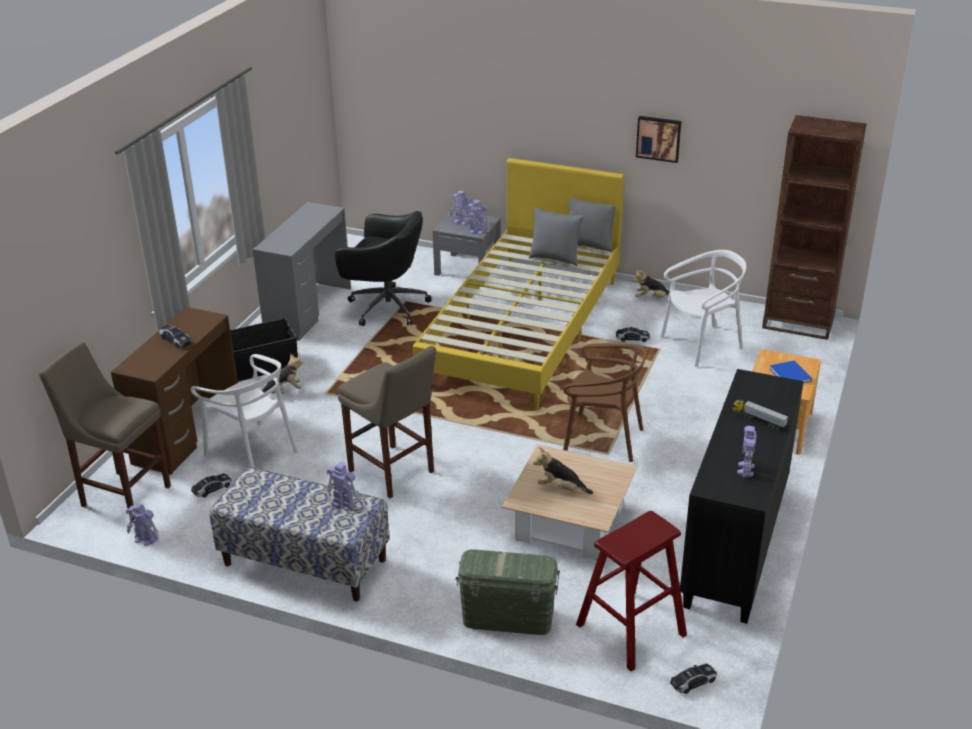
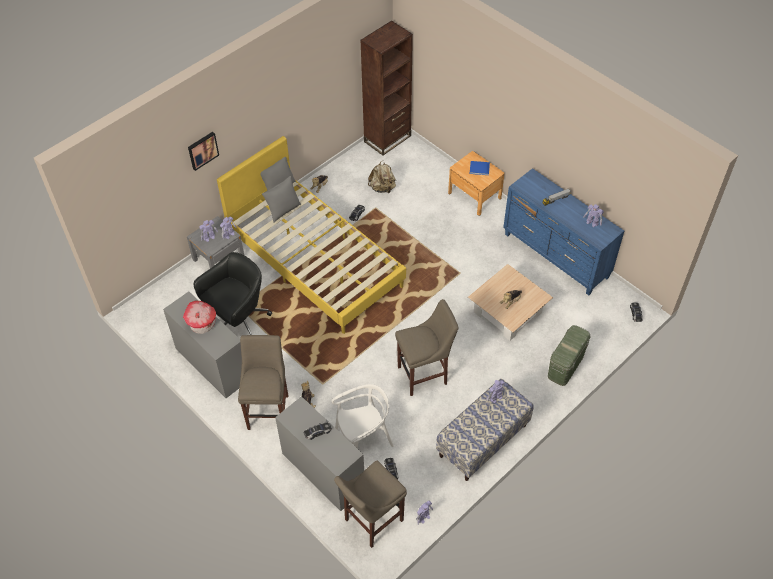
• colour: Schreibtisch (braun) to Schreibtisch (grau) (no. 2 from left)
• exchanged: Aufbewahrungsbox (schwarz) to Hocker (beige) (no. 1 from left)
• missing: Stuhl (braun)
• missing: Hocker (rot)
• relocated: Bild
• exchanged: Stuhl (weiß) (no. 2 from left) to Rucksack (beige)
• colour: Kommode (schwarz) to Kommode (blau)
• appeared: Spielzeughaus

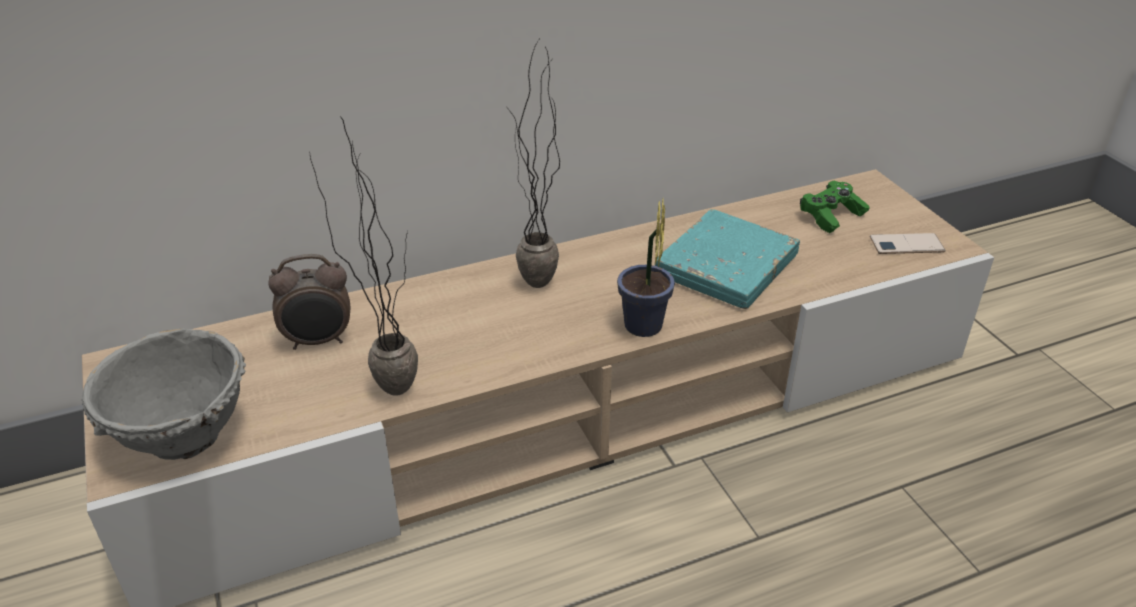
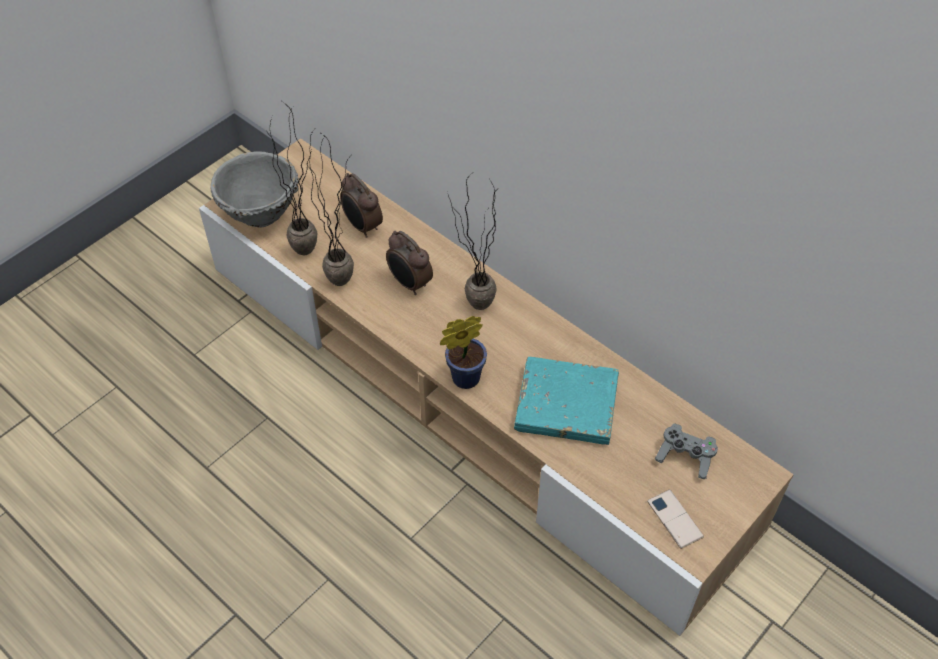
• colour: Gamepad (grün) to Gamepad (grau)
• appeared: Topfpflanze (no. 1 from left)
• appeared: Wecker (no. 2 from left)

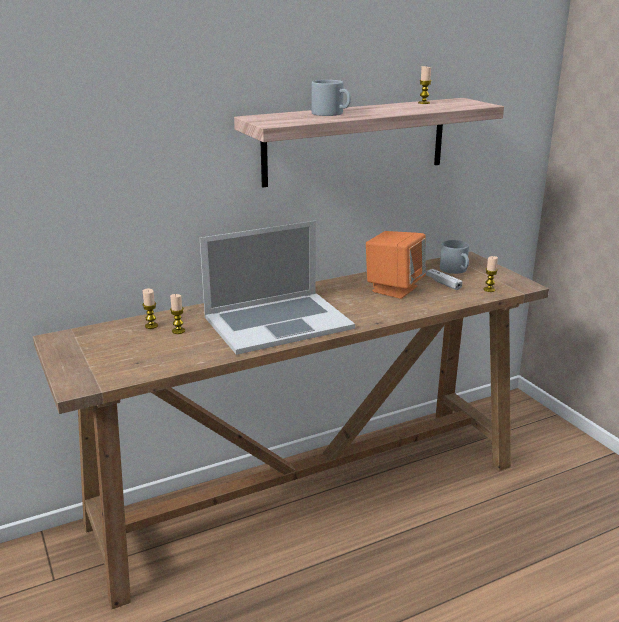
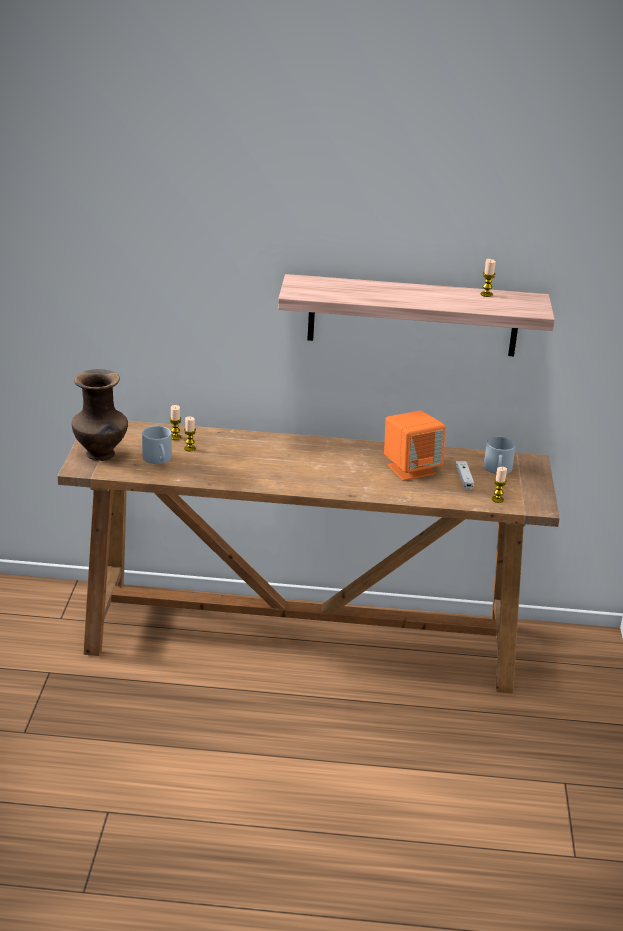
• missing: Laptop
• relocated: Henkelbecher (grau) (no. 1 from left)
• appeared: Vase (braun)

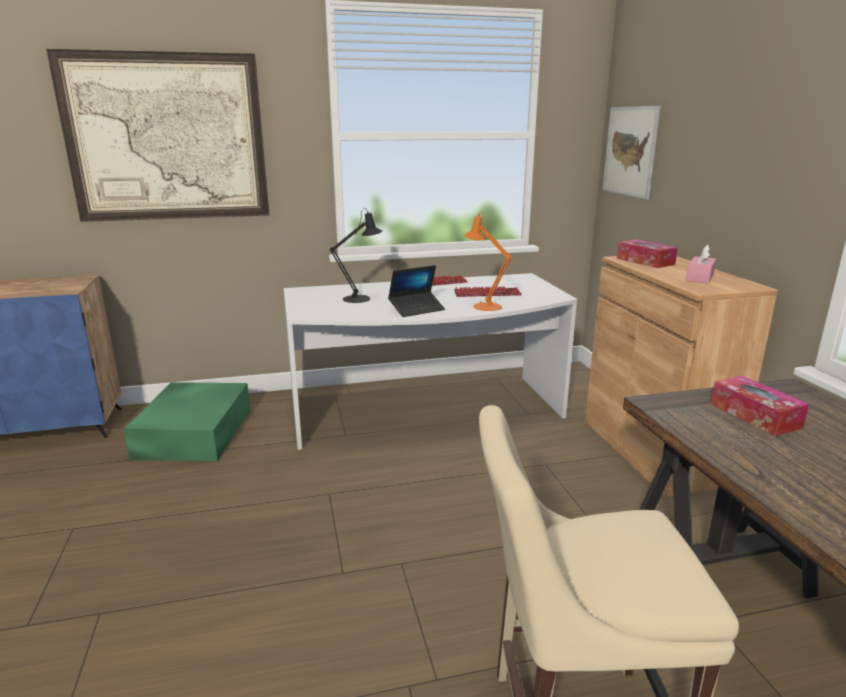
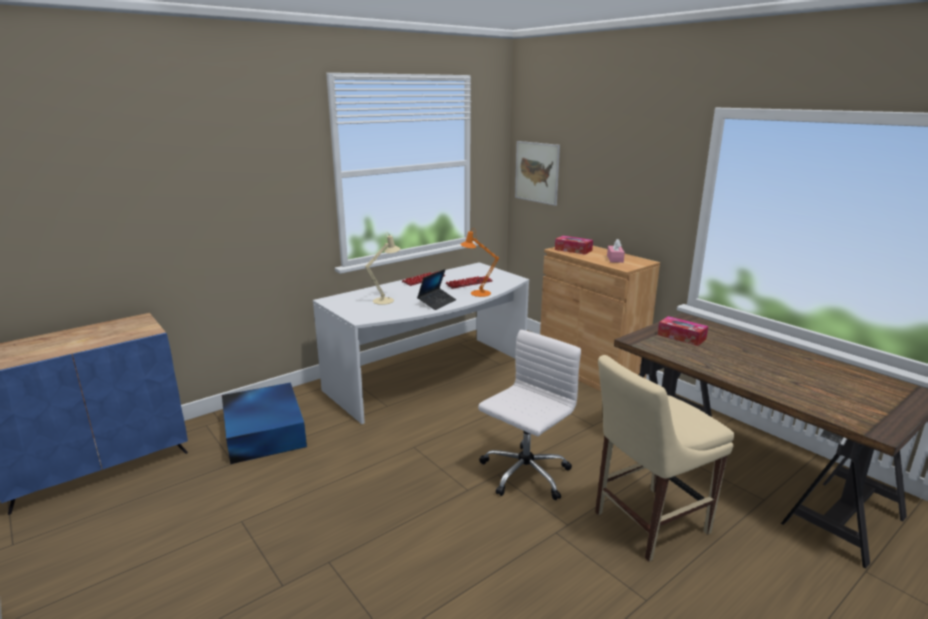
• missing: Bild (no. 1 from left)
• colour: Aufbewahrungsbox (grün) to Aufbewahrungsbox (blau)
• colour: Tischlampe (schwarz) to Tischlampe (beige)
• appeared: Bürostuhl (weiß)

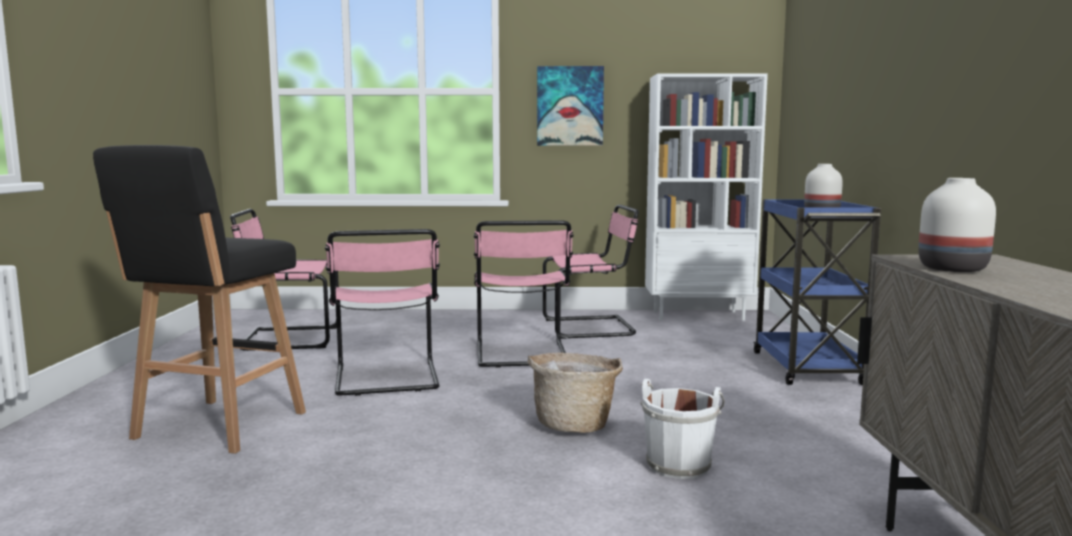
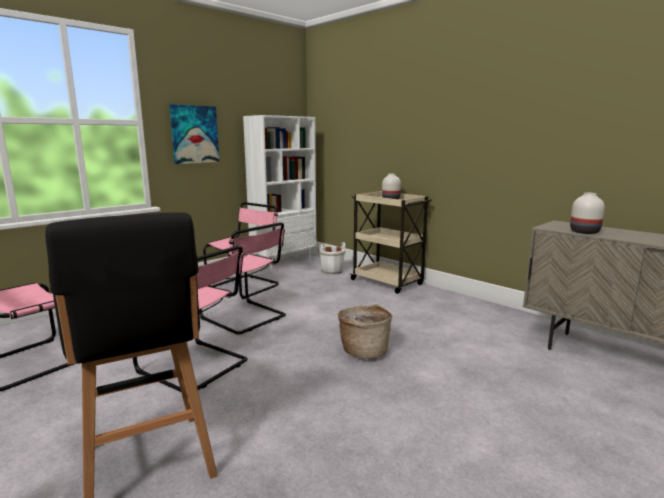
• relocated: Eimer (weiß)
• colour: Rollwagen (blau) to Rollwagen (beige)

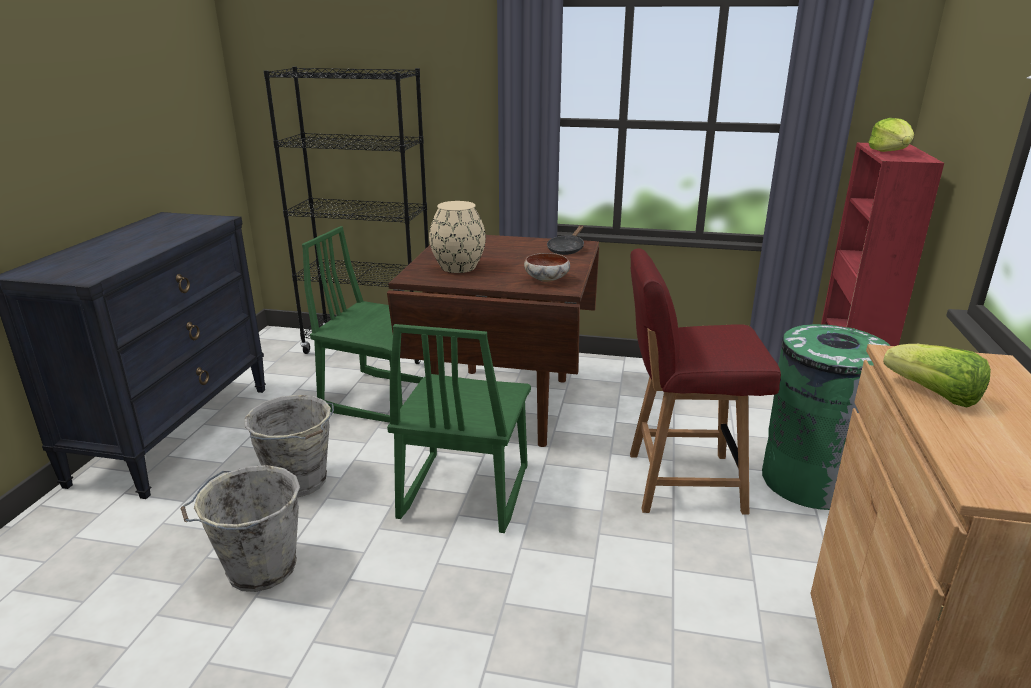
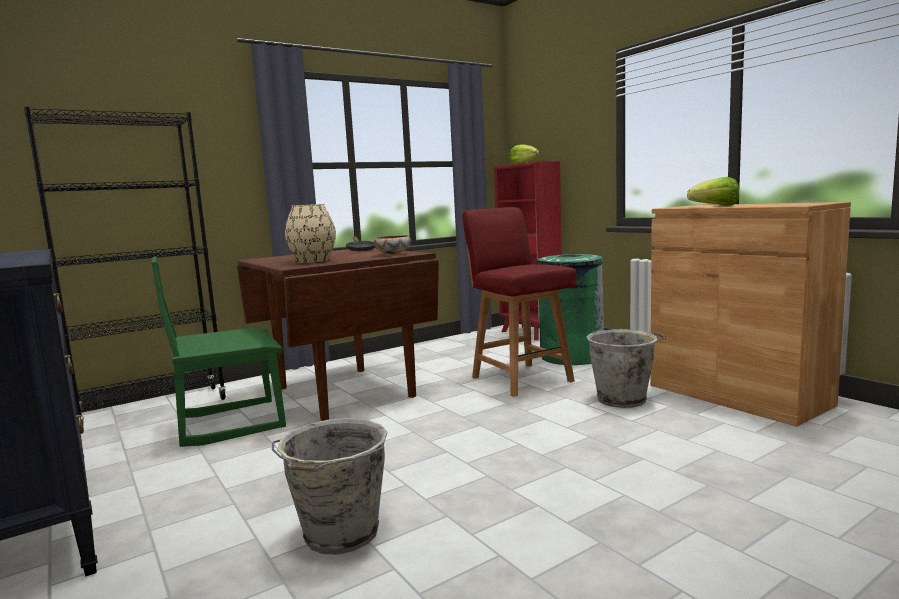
• relocated: Eimer (grau) (no. 2 from left)
• missing: Stuhl (grün) (no. 2 from left)
• spun: Stuhl (rot) 105 degrees clockwise

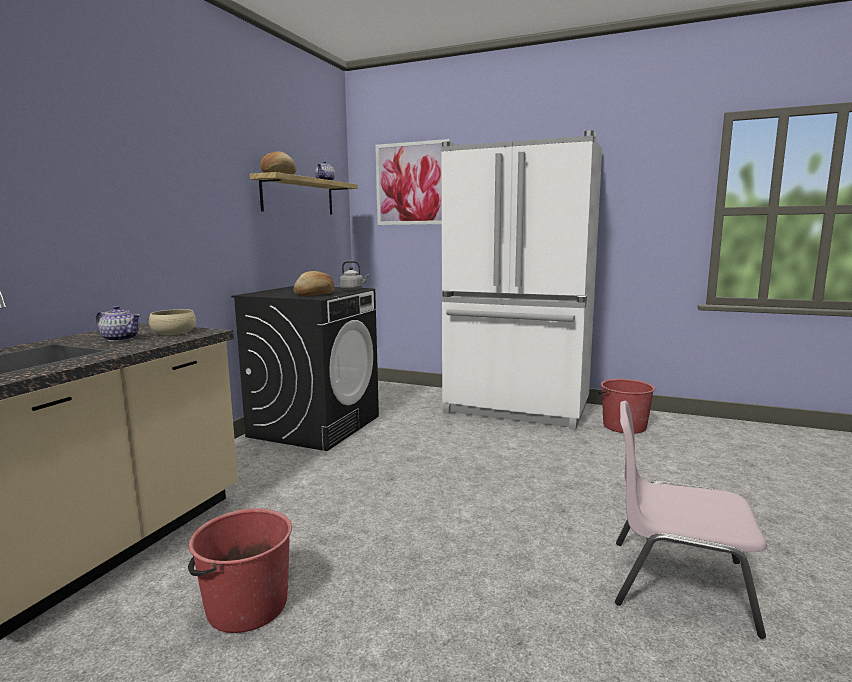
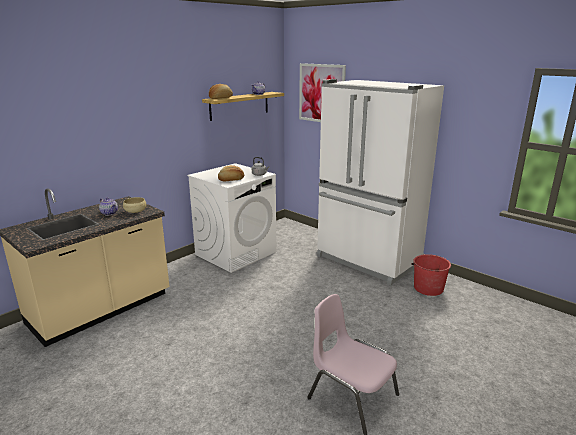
• missing: Eimer (rot) (no. 1 from left)
• colour: Waschmaschine (schwarz) to Waschmaschine (weiß)

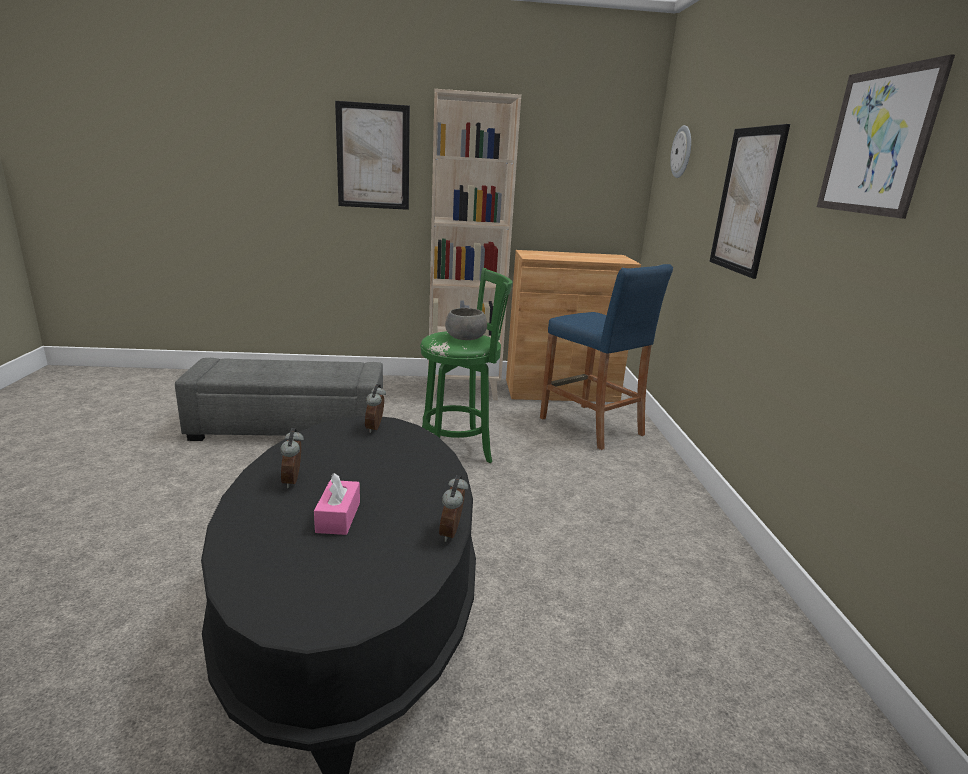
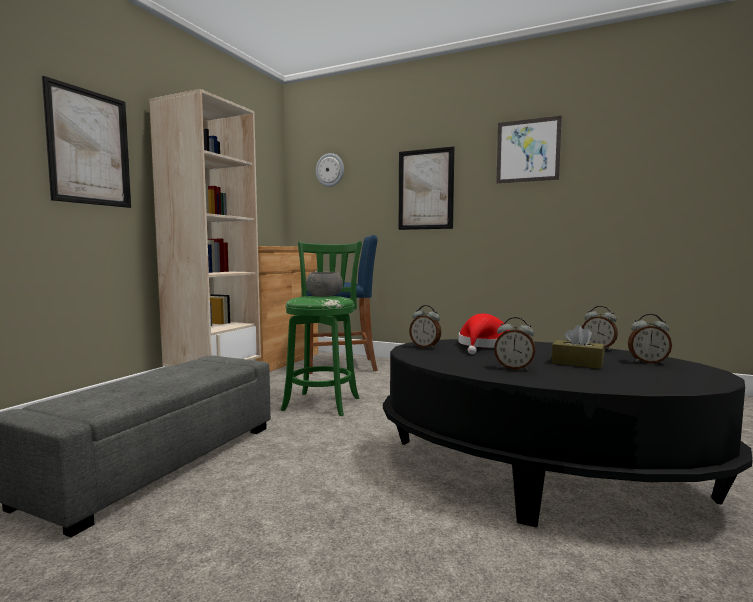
• colour: Taschentuchbox (rosa) to Taschentuchbox (braun)
• appeared: Hut (rot)
• appeared: Wecker (no. 4 from left)

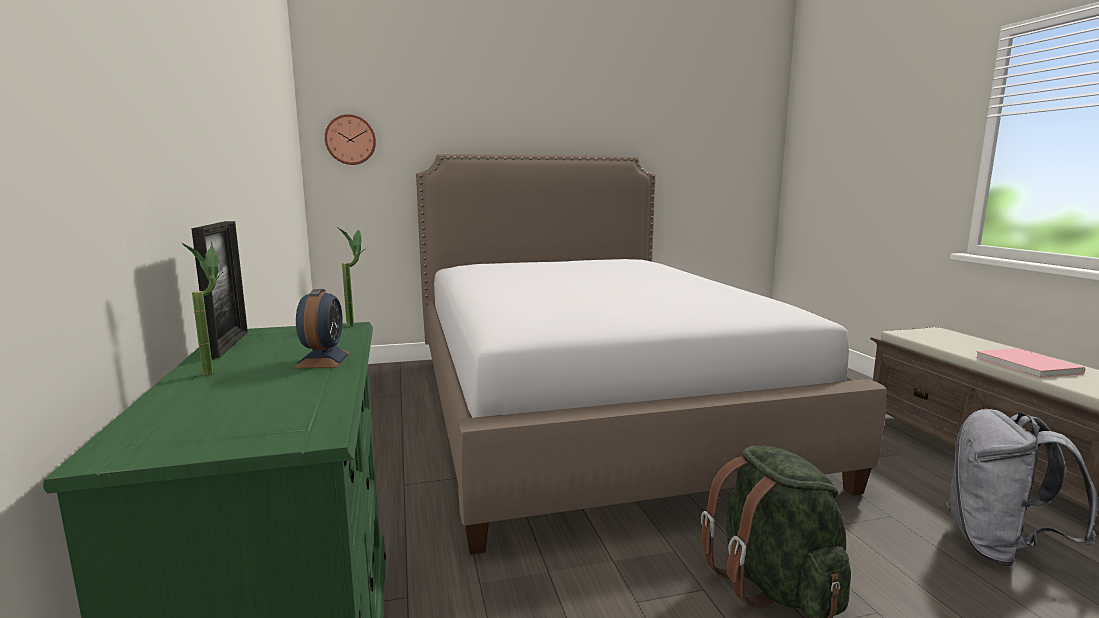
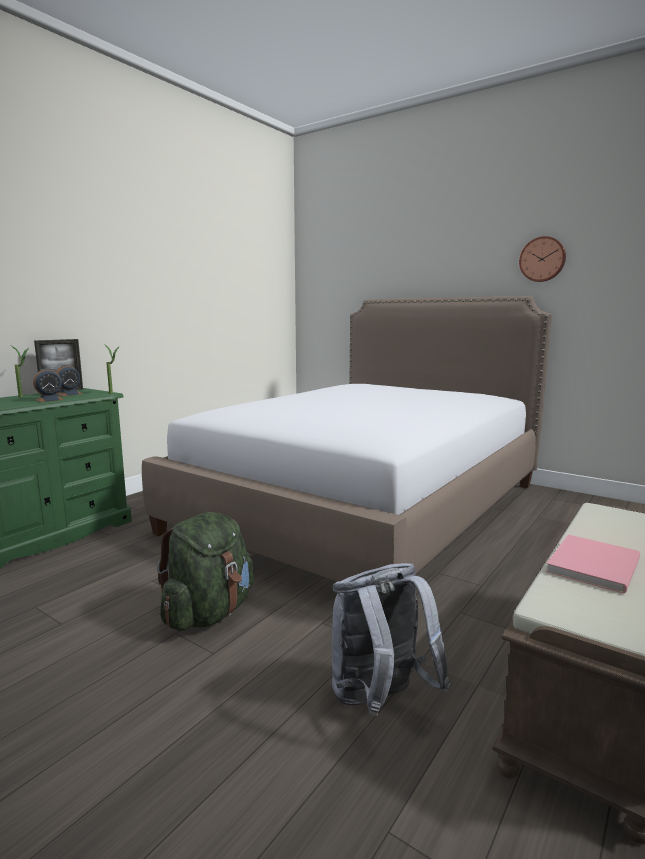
• relocated: Wanduhr
• appeared: Wecker (no. 2 from left)

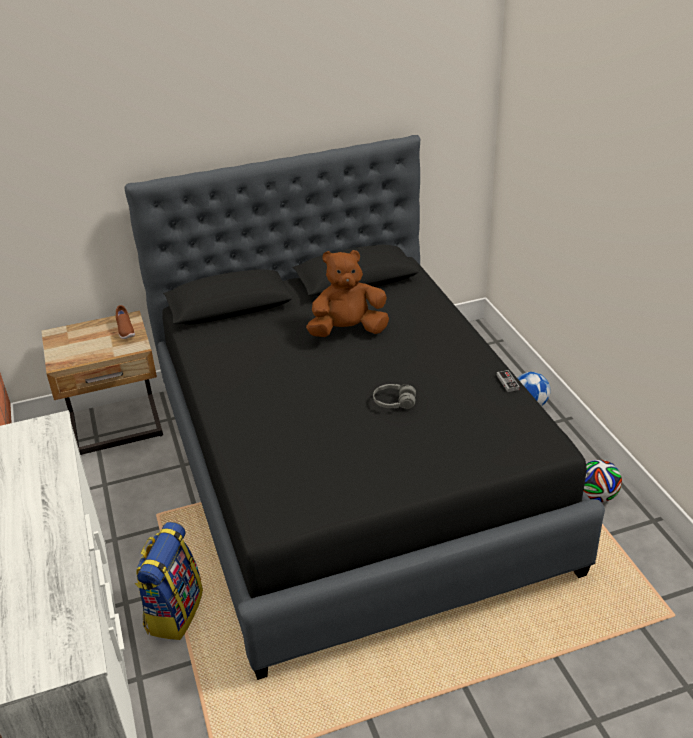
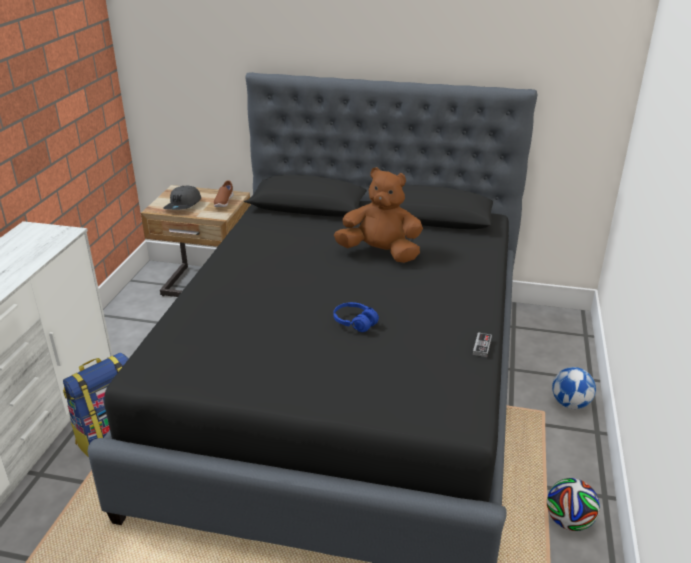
• colour: Kopfhörer (grau) to Kopfhörer (blau)
• appeared: Kappe (grau)

